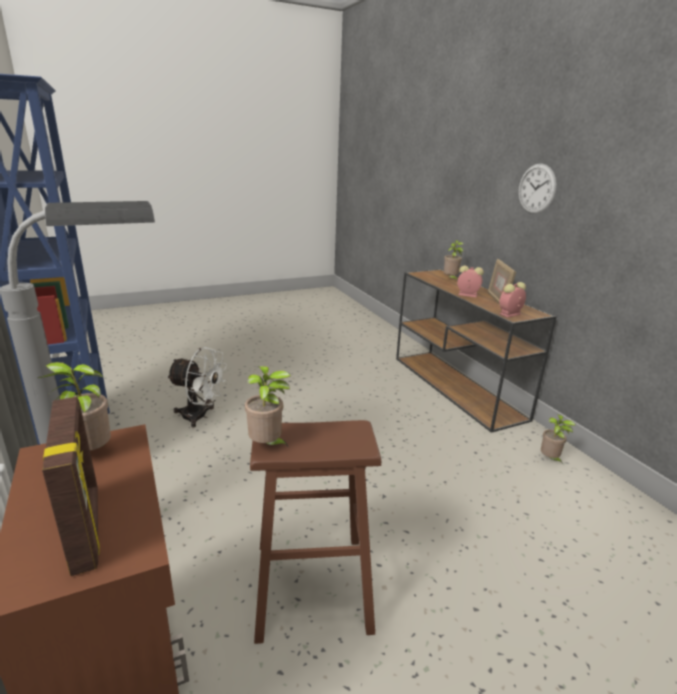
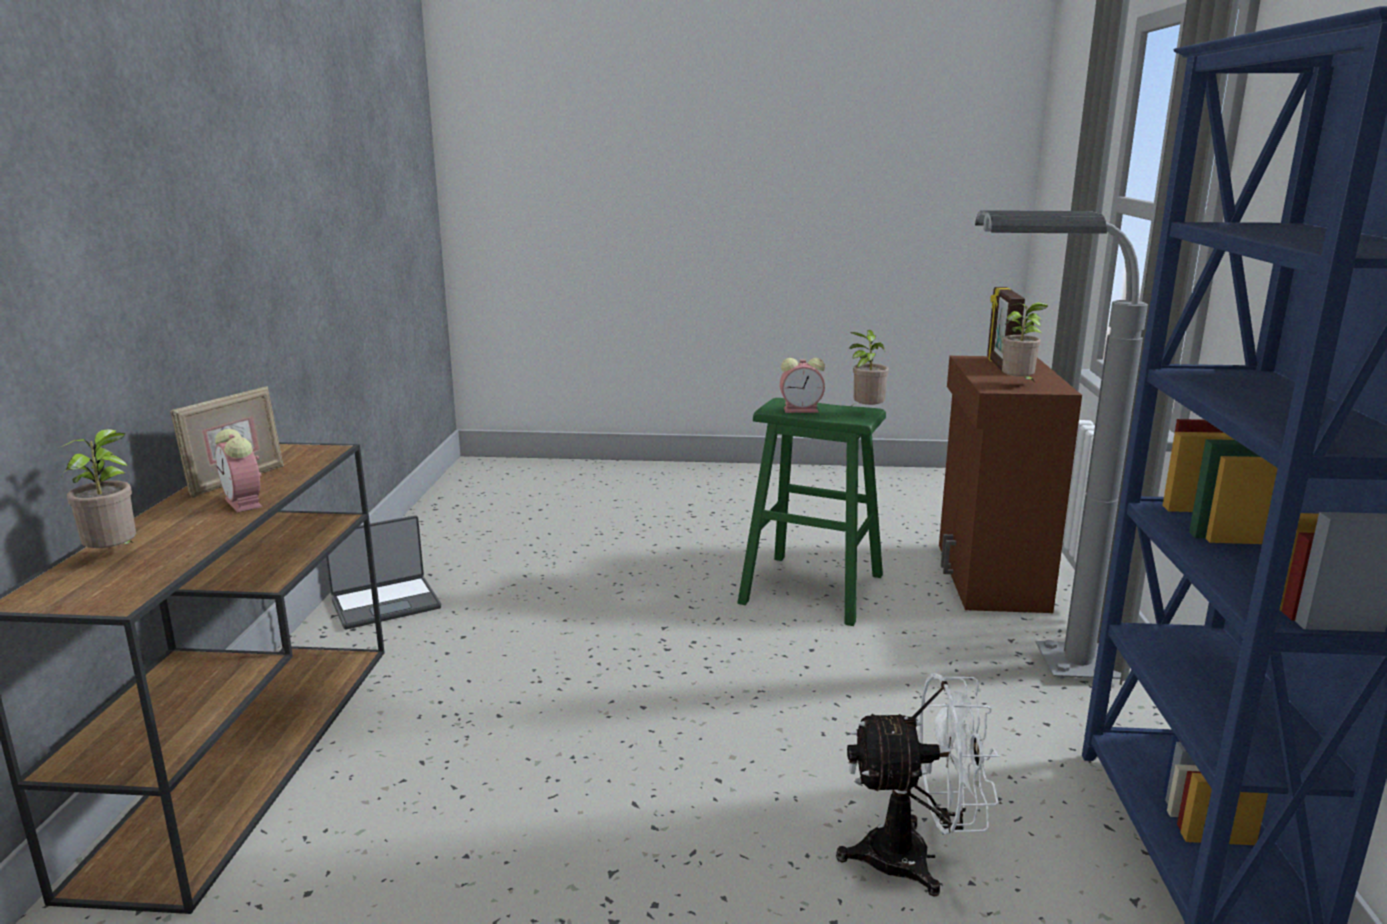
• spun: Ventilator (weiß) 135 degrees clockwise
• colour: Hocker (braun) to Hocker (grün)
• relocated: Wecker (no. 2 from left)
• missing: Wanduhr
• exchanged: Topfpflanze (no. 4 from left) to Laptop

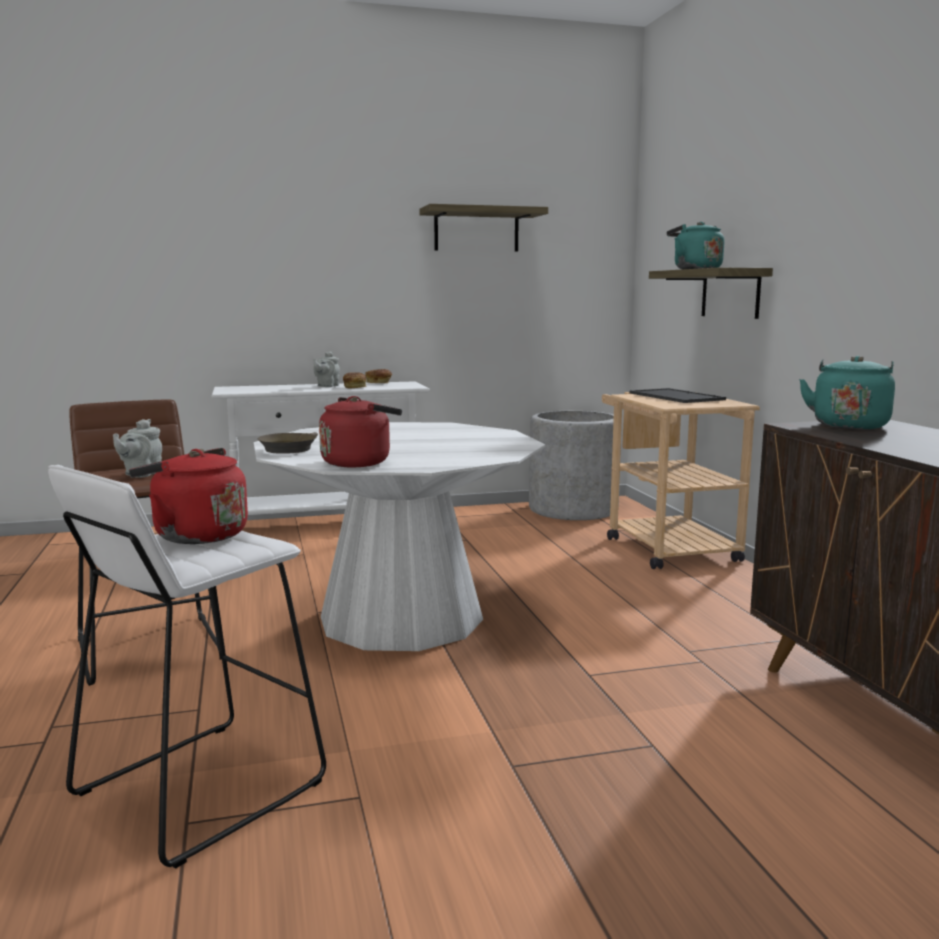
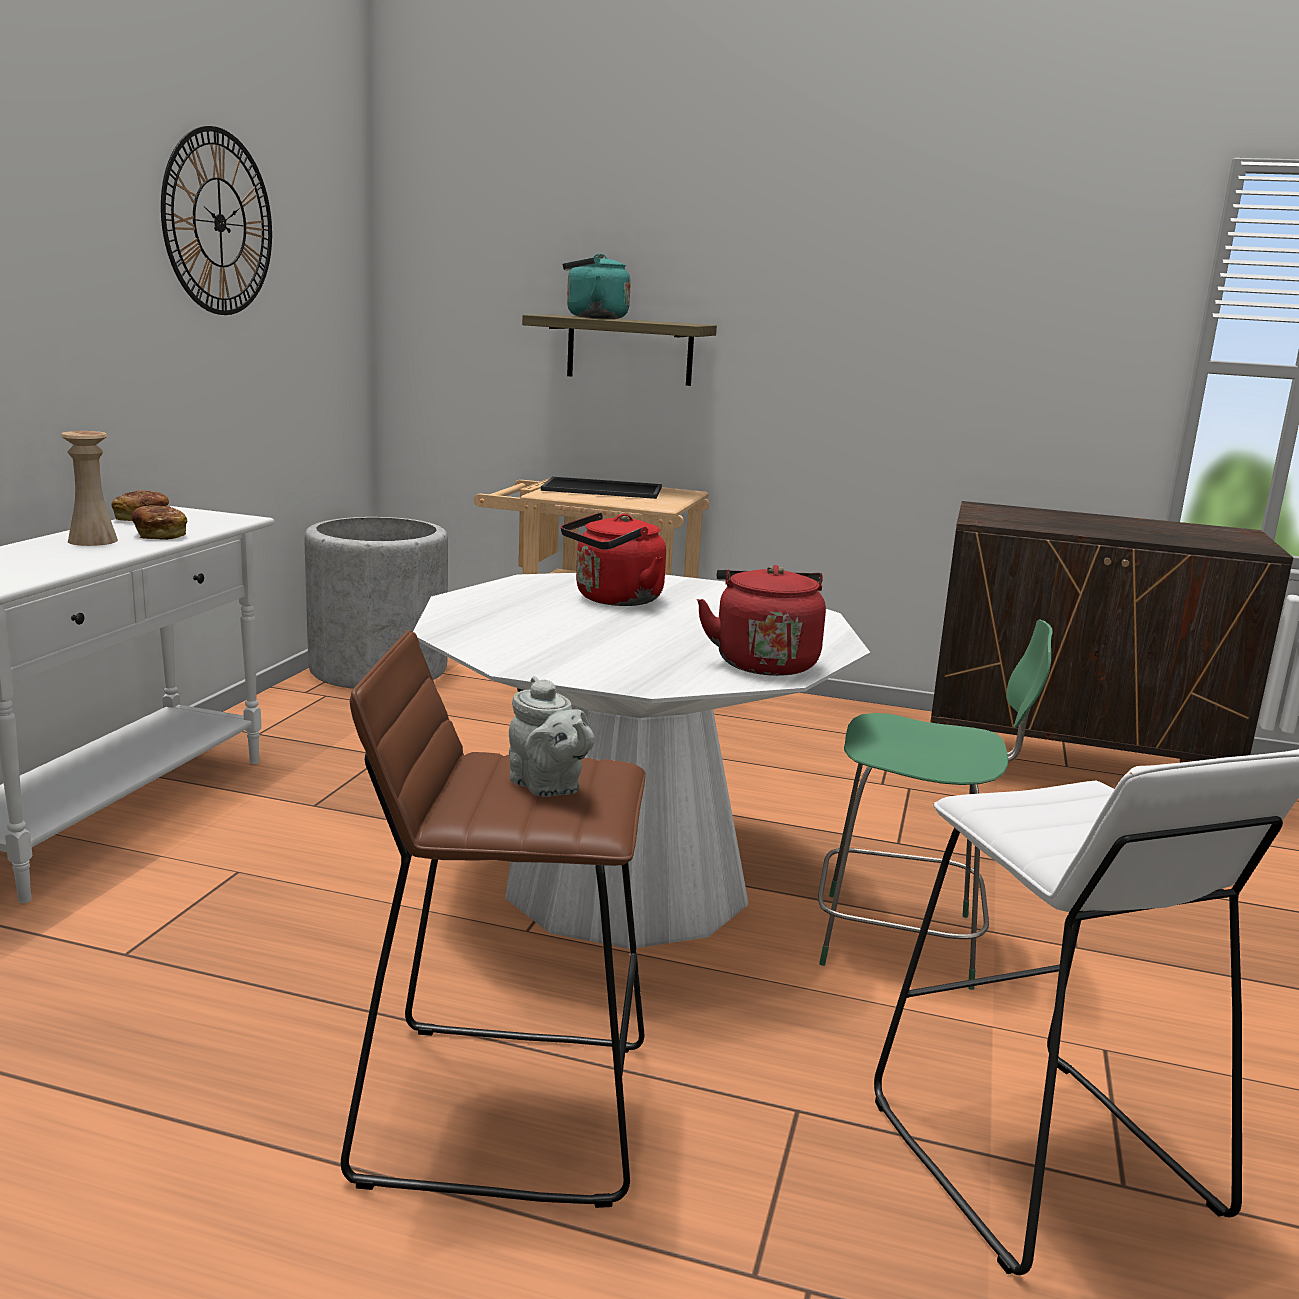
• relocated: Wasserkessel (rot) (no. 1 from left)
• missing: Pfanne (braun)
• exchanged: Teekanne (grau) (no. 2 from left) to Vase (beige)
• exchanged: Wandregal (no. 1 from left) to Wanduhr
• missing: Wasserkessel (türkis) (no. 2 from left)
• appeared: Stuhl (grün)

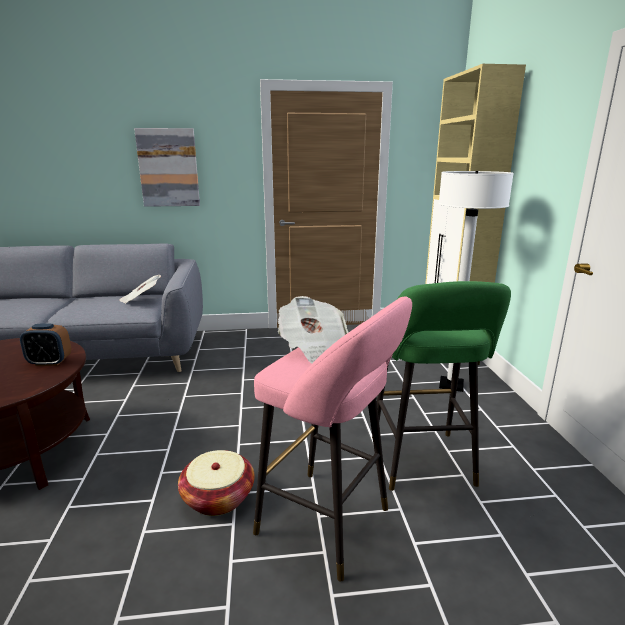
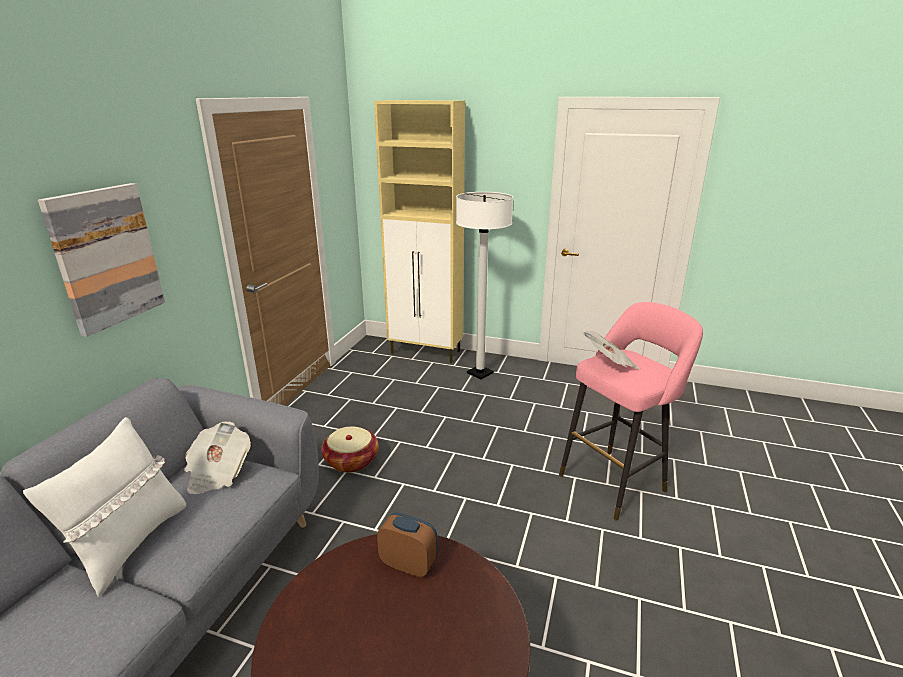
• spun: Wecker 90 degrees counterclockwise
• relocated: Korb
• missing: Hocker (grün)
• appeared: Kissen (weiß)

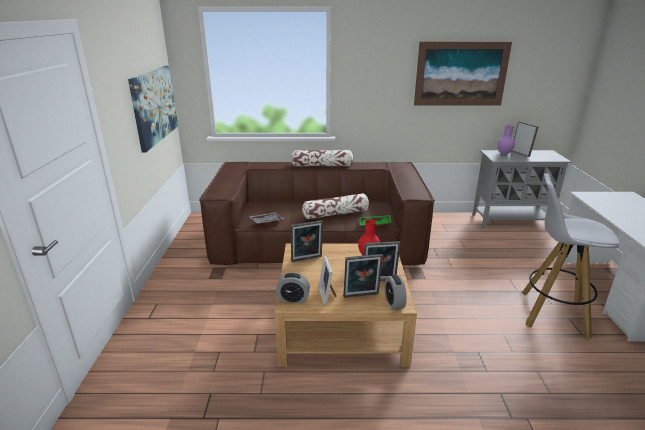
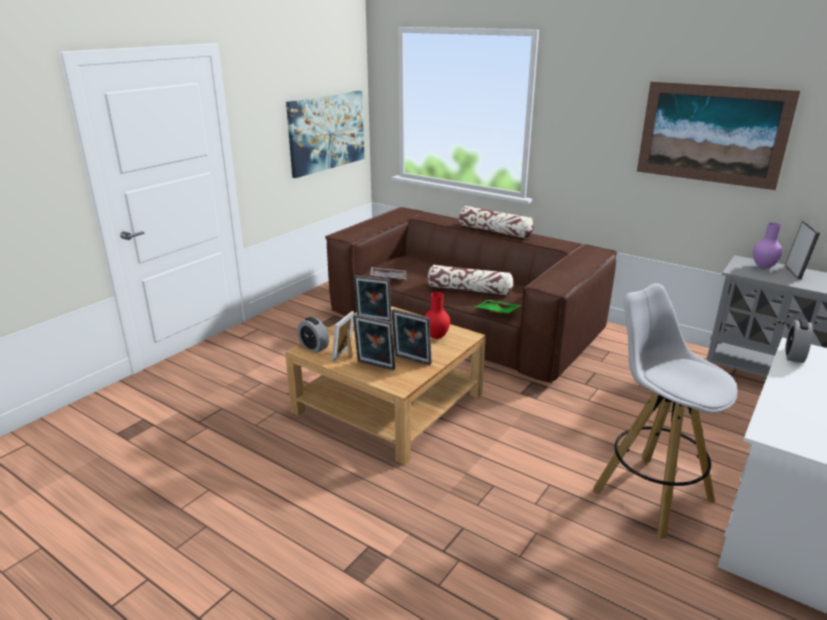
• relocated: Wecker (no. 2 from left)

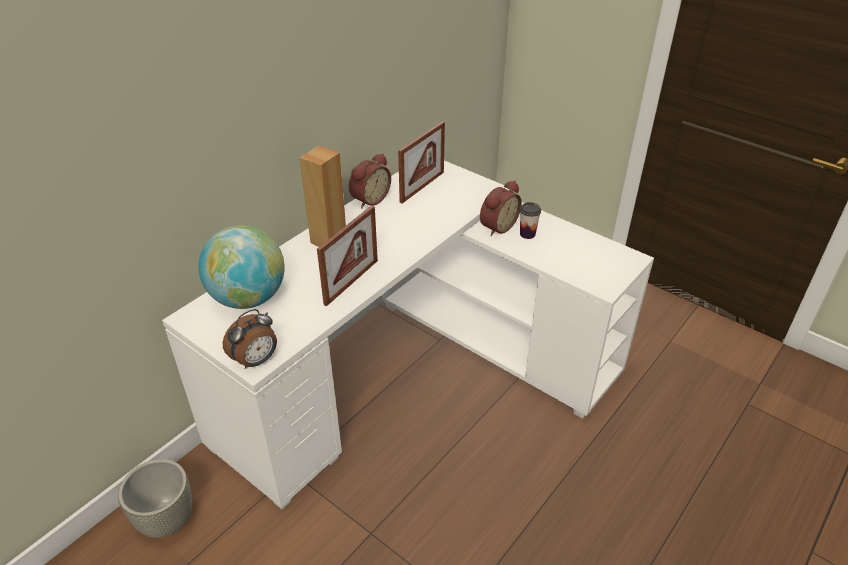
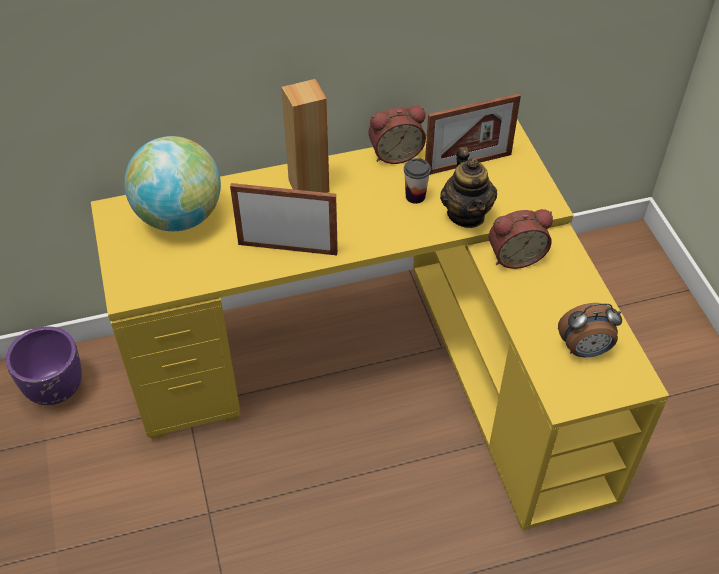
• colour: Pflanzkübel (grau) to Pflanzkübel (lila)
• colour: Schreibtisch (weiß) to Schreibtisch (gelb)
• relocated: Wecker (no. 1 from left in the first image) to Wecker (no. 3 from left)
• spun: Bilderrahmen (no. 1 from left) 150 degrees counterclockwise
• relocated: Tasse
• appeared: Teekanne

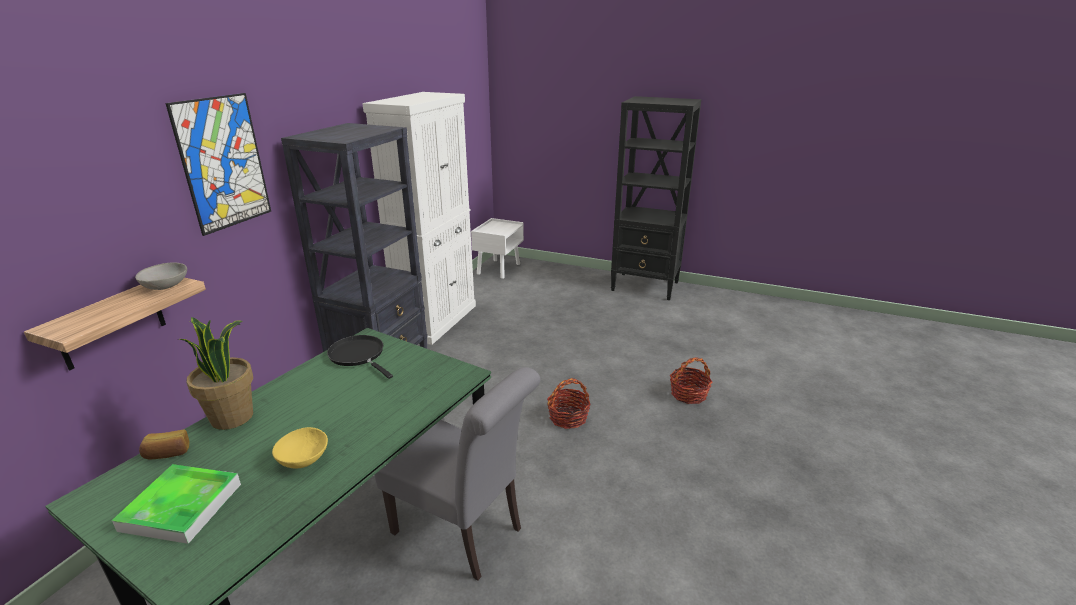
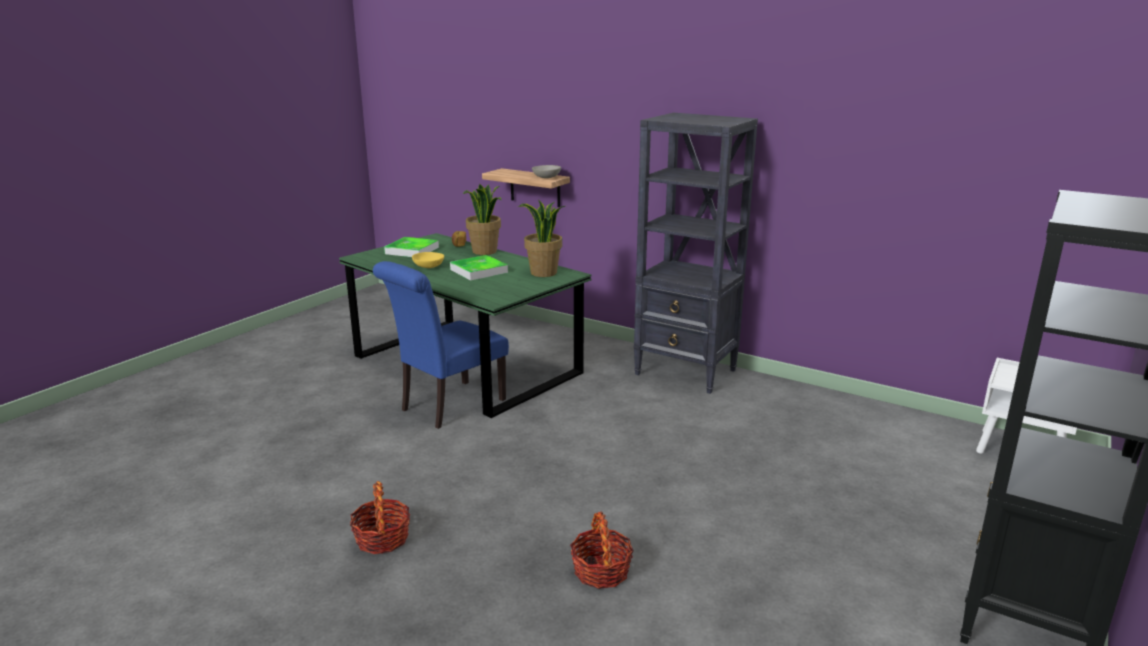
• missing: Bild
• exchanged: Pfanne (schwarz) to Topfpflanze (no. 2 from left)
• missing: Schrank (weiß)
• colour: Stuhl (grau) to Stuhl (blau)
• relocated: Korb (no. 1 from left)
• appeared: Tablett (no. 2 from left)

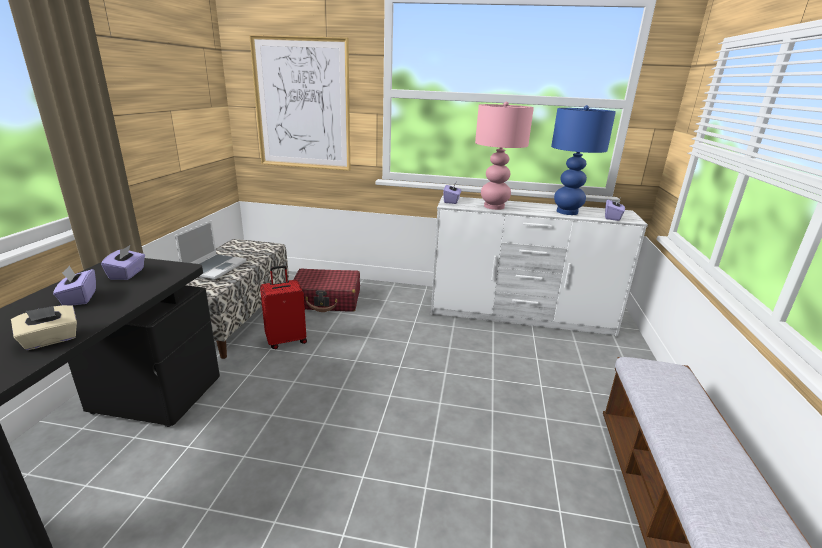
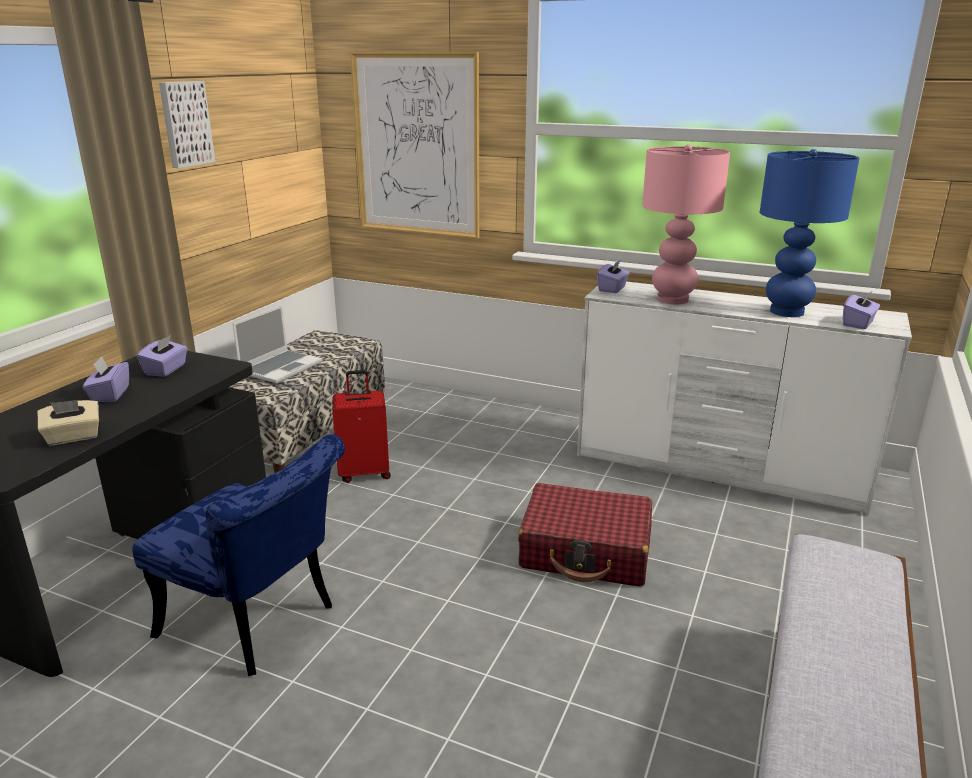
• relocated: Koffer (rot) (no. 2 from left)
• appeared: Stuhl (blau)
• appeared: Bild (no. 1 from left)

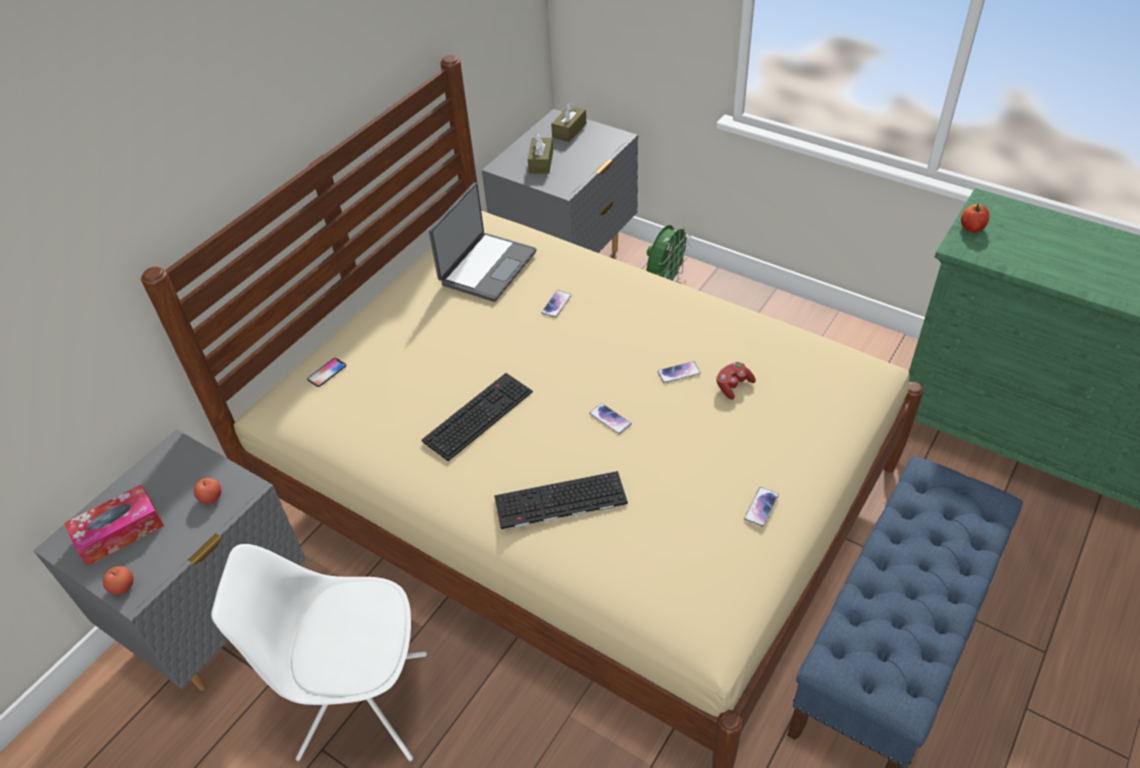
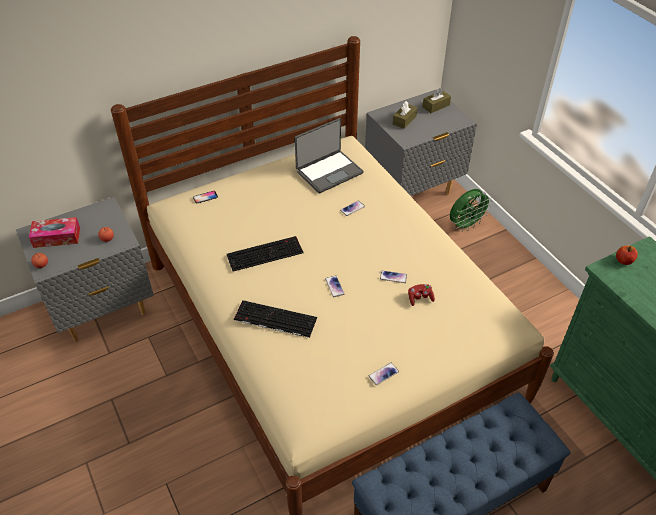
• missing: Stuhl (weiß)

